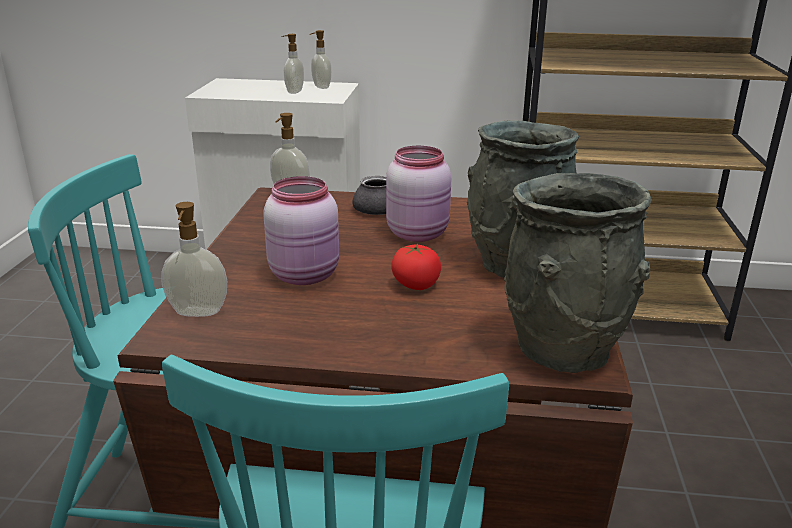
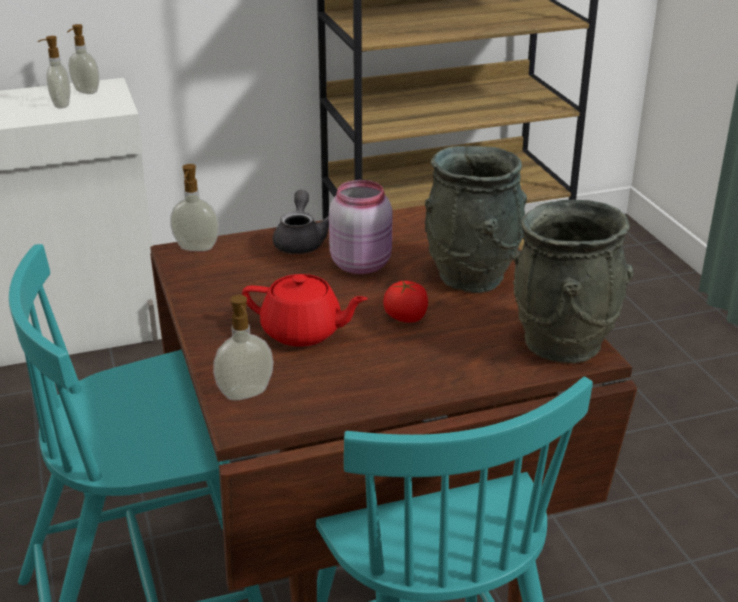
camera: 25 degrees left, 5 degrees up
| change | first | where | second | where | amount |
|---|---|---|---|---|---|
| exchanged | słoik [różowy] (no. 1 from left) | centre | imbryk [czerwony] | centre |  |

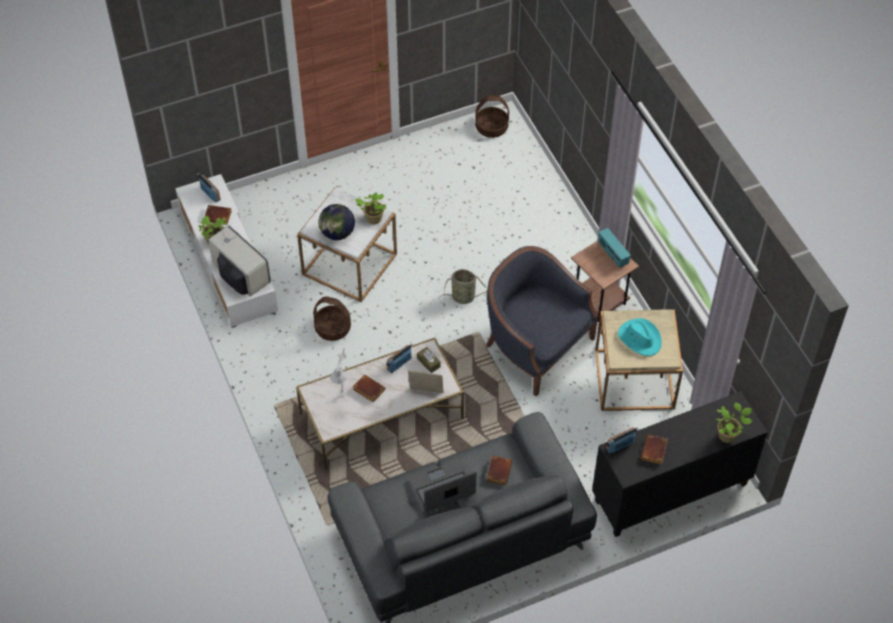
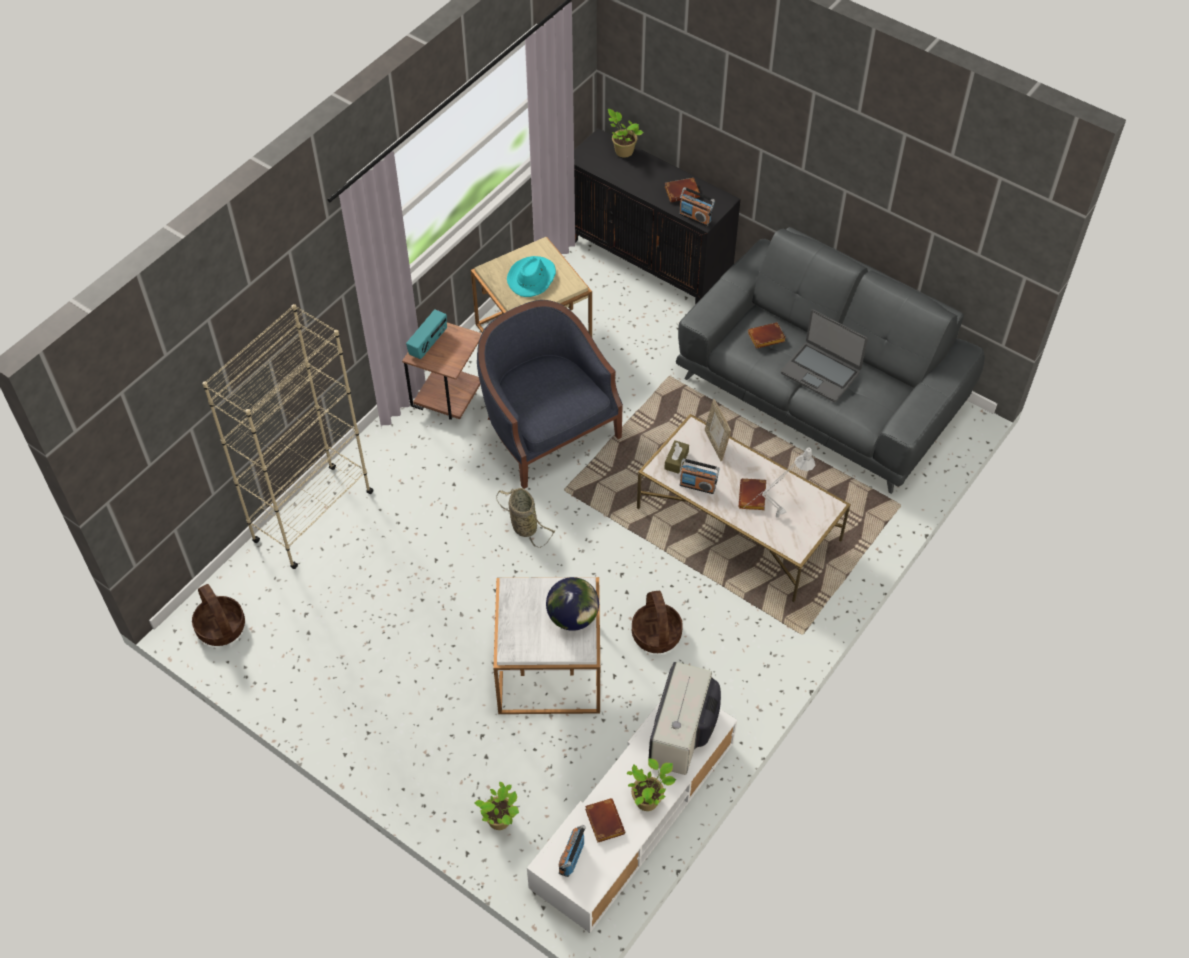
camera: 120 degrees left, 0 degrees up
| change | first | where | second | where | amount |
|---|---|---|---|---|---|
| appeared |  |  | regał [beżowy] | middle left |  |
| relocated | roślina doniczkowa (no. 2 from left in the first image) | centre | roślina doniczkowa (no. 1 from left) | bottom centre |  |
| spun | fotel [niebieski] | centre |  | centre | 135 degrees clockwise |

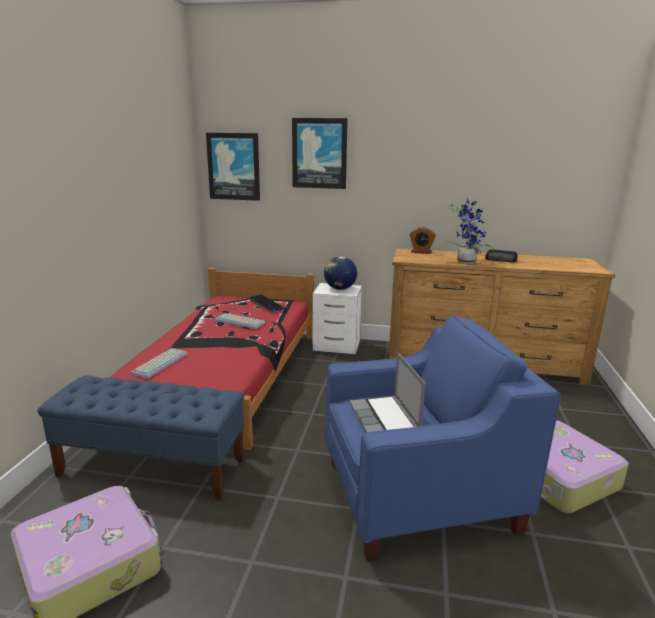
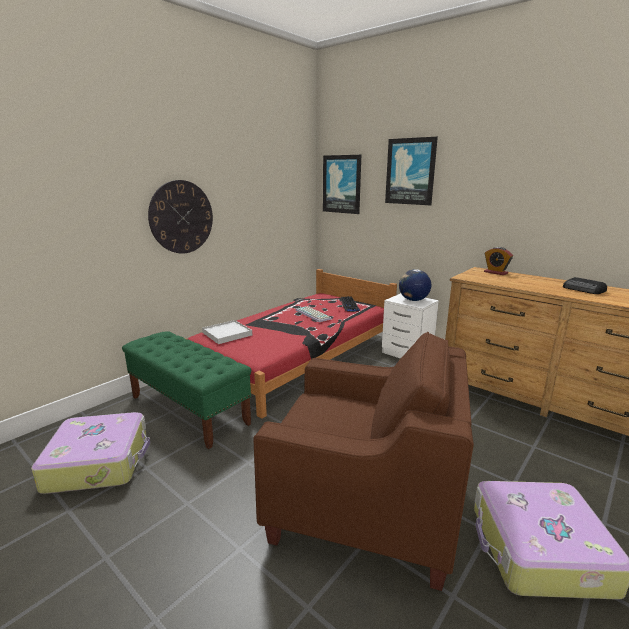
camera: 30 degrees right, 0 degrees up
| change | first | where | second | where | amount |
|---|---|---|---|---|---|
| colour | ławka [niebieski] | bottom left | ławka [zielony] | middle left |  |
| appeared |  |  | zegar ścienny | middle left |  |
| exchanged | klawiatura (no. 1 from left) | middle left | taca [biały] | centre |  |
| colour | fotel [niebieski] | bottom right | fotel [brązowy] | bottom centre |  |
| missing | laptop | centre |  |  |  |
| missing | roślina doniczkowa | middle right |  |  |  |

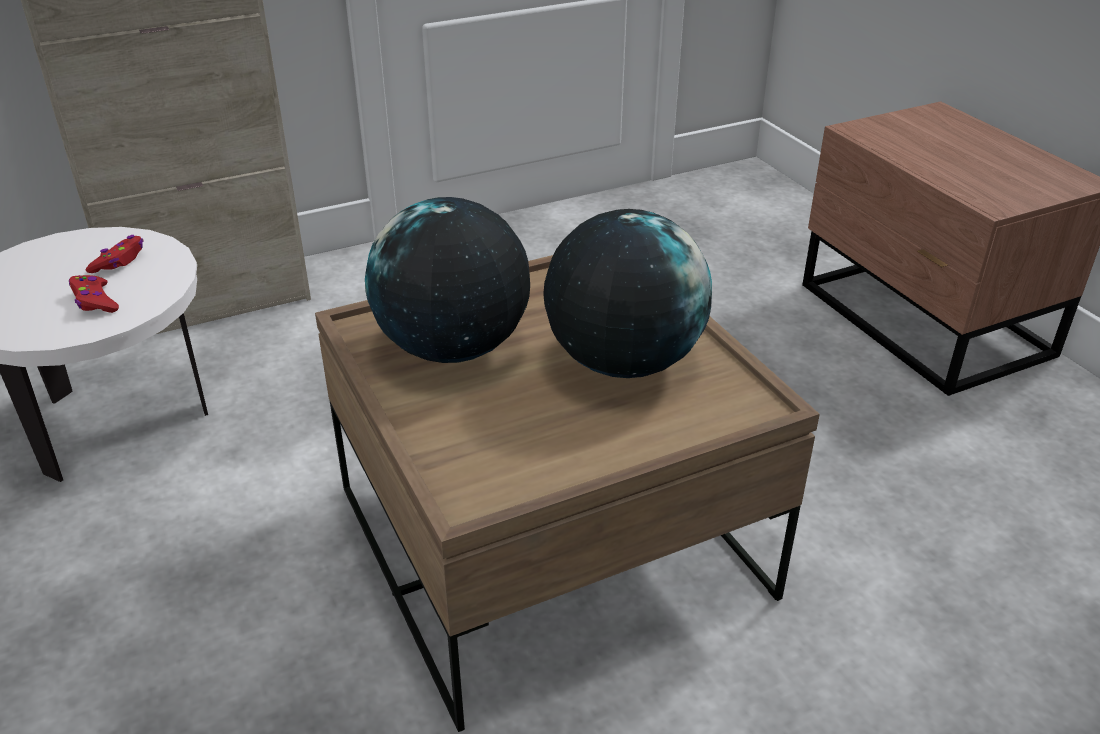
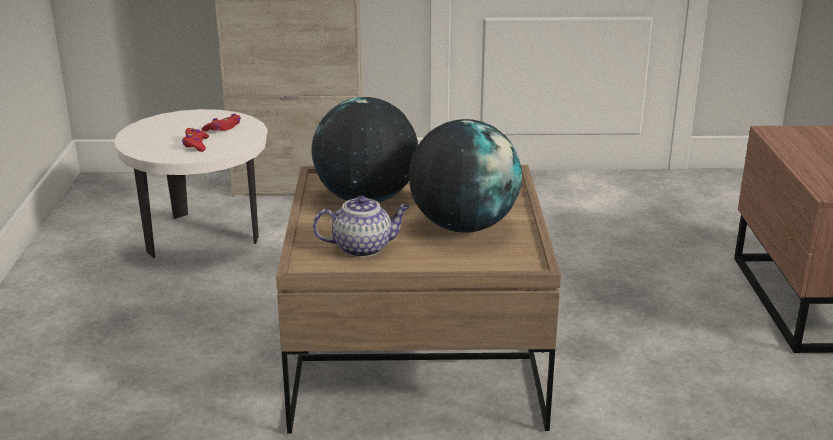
camera: 25 degrees right, 10 degrees down
| change | first | where | second | where | amount |
|---|---|---|---|---|---|
| appeared |  |  | imbryk | centre |  |

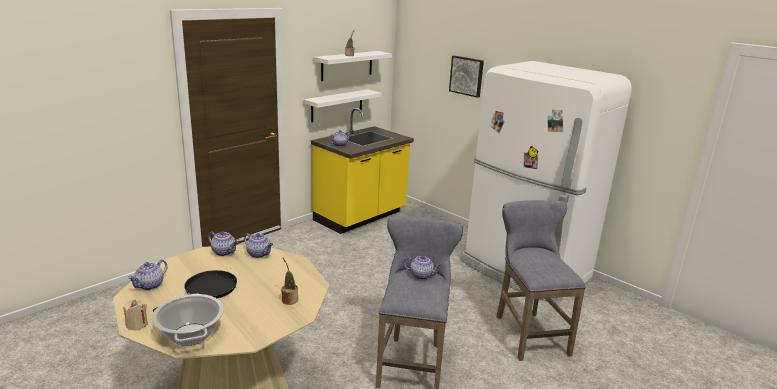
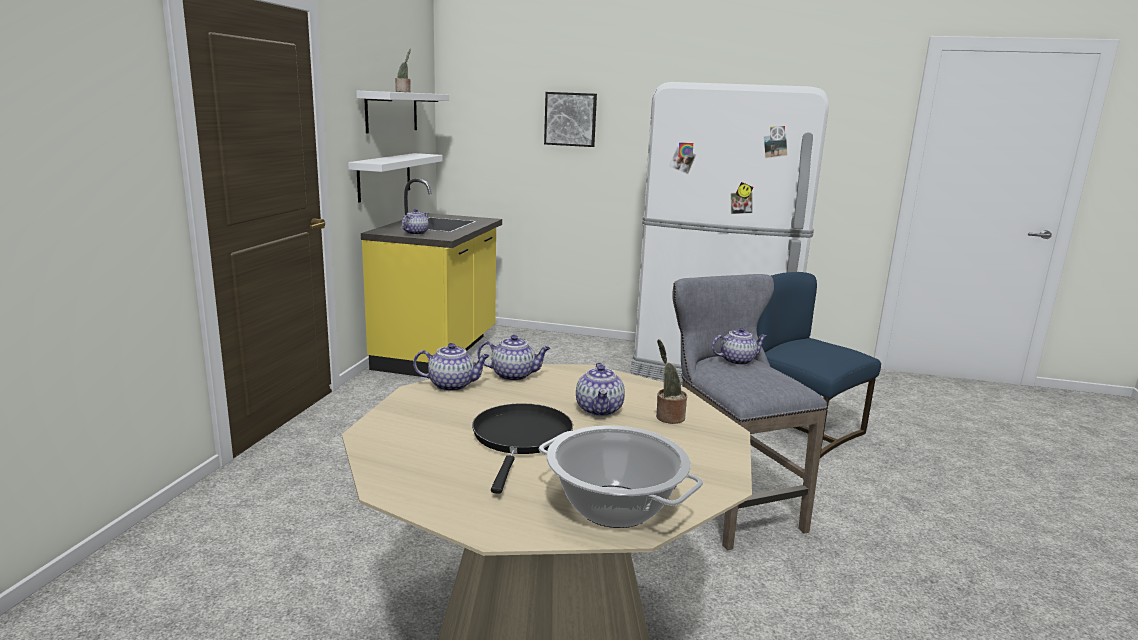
camera: 30 degrees left, 5 degrees down
| change | first | where | second | where | amount |
|---|---|---|---|---|---|
| relocated | imbryk (no. 1 from left in the first image) | bottom left | imbryk (no. 4 from left) | centre |  |
| exchanged | stołek [szary] (no. 2 from left) | bottom right | krzesło [niebieski] | middle right |  |
| missing | świeca [beżowy] | bottom left |  |  |  |

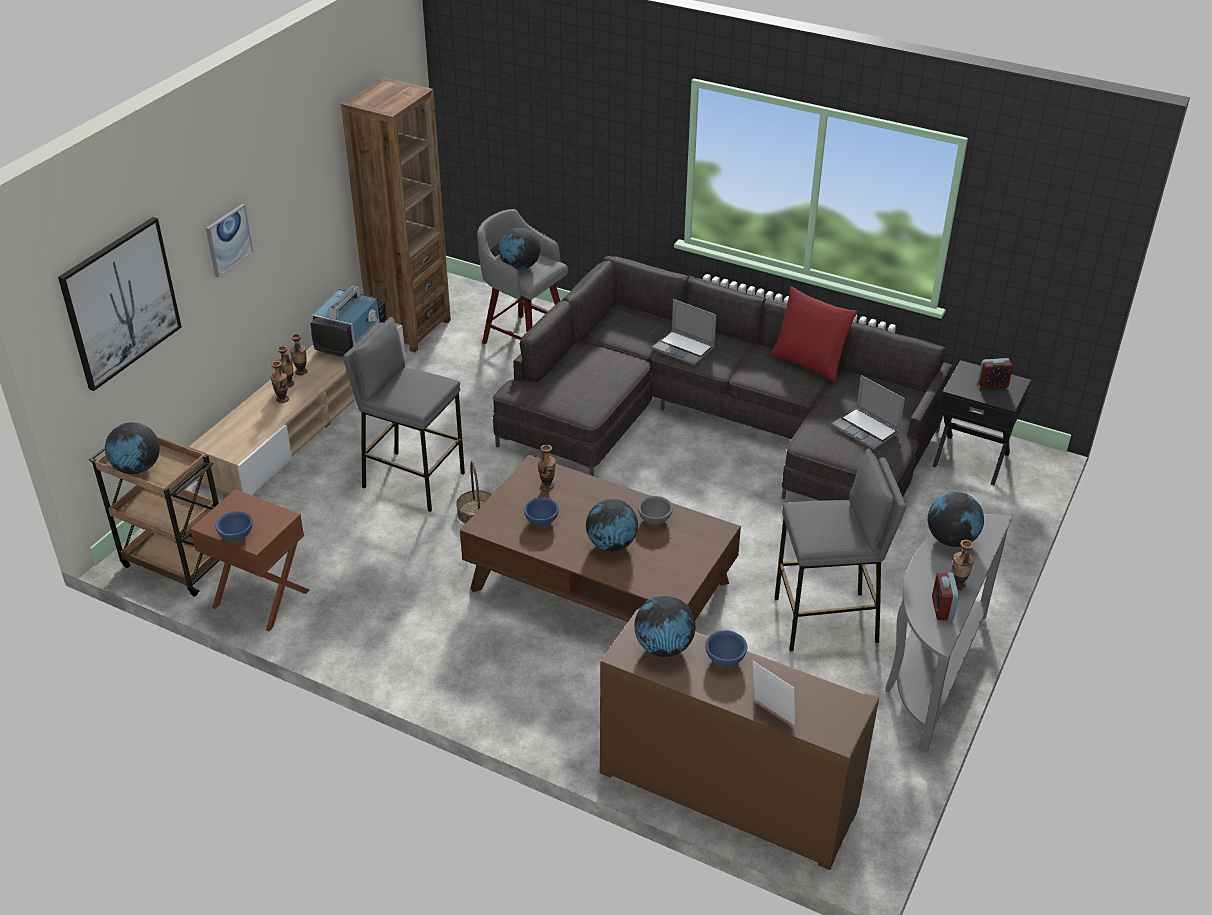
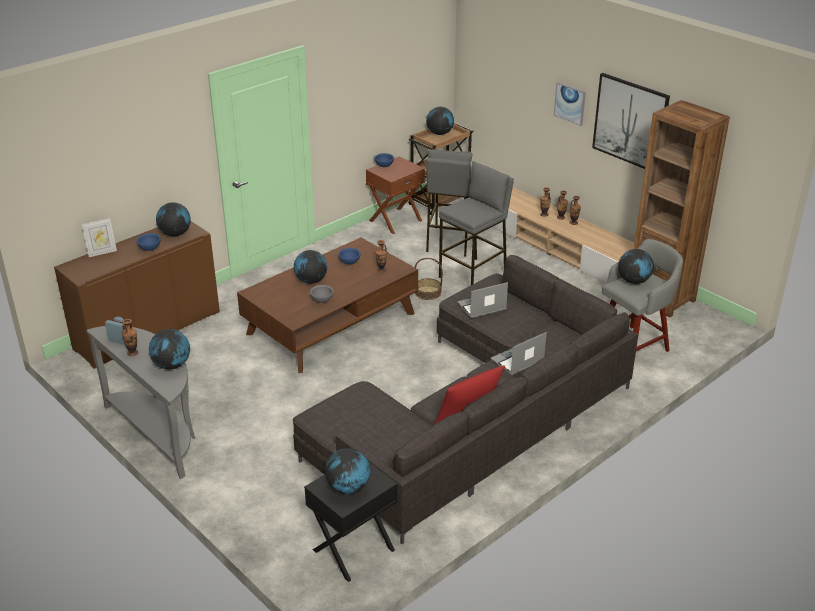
camera: 110 degrees right, 5 degrees down
| change | first | where | second | where | amount |
|---|---|---|---|---|---|
| exchanged | budzik (no. 2 from left) | middle right | globus (no. 4 from left) | bottom centre |  |
| relocated | stołek [szary] (no. 3 from left in the first image) | middle right | stołek [szary] (no. 1 from left) | top centre |  |
| relocated | laptop (no. 2 from left in the first image) | middle right | laptop (no. 1 from left) | centre |  |
| relocated | obraz (no. 1 from left in the first image) | top left | obraz (no. 2 from left) | top right |  |
| missing | telewizor | middle left |  |  |  |

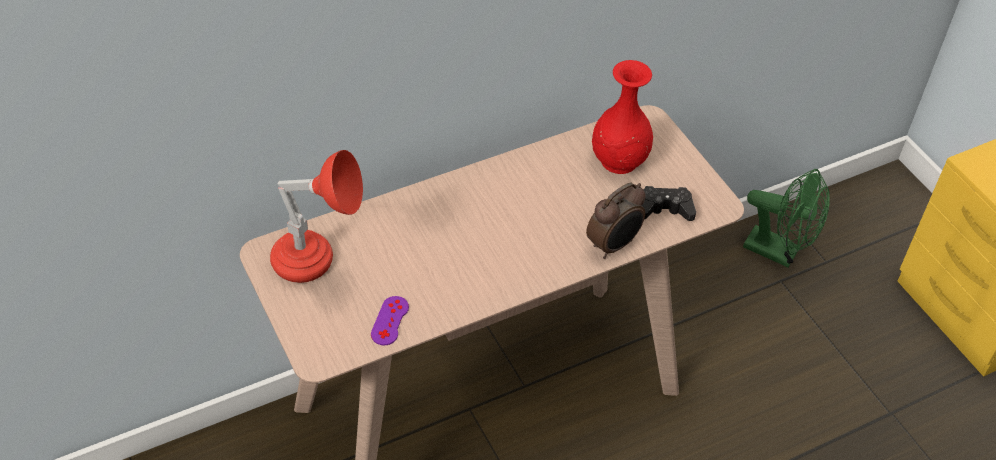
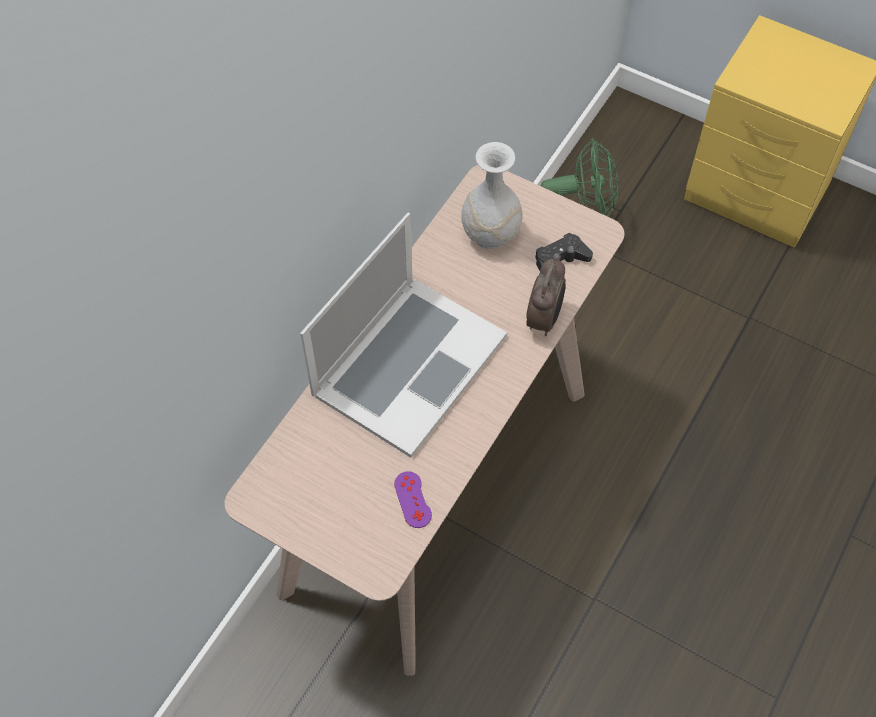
camera: 30 degrees left, 10 degrees up
| change | first | where | second | where | amount |
|---|---|---|---|---|---|
| appeared |  |  | laptop | centre |  |
| colour | wazon [czerwony] | top centre | wazon [biały] | top centre |  |
| missing | lampa stołowa [czerwony] | middle left |  |  |  |

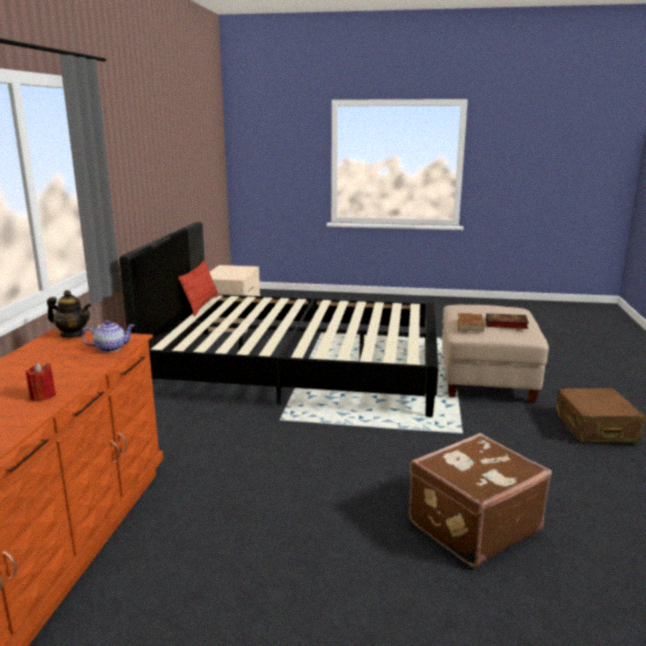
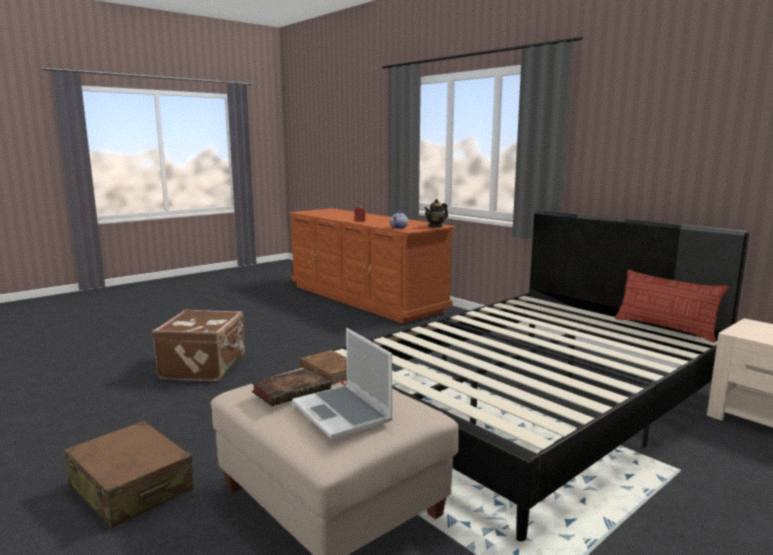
camera: 130 degrees right, 5 degrees down
| change | first | where | second | where | amount |
|---|---|---|---|---|---|
| appeared |  |  | laptop | bottom centre |  |

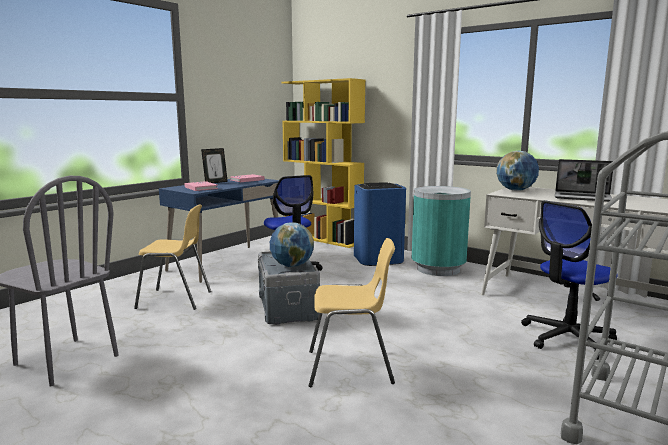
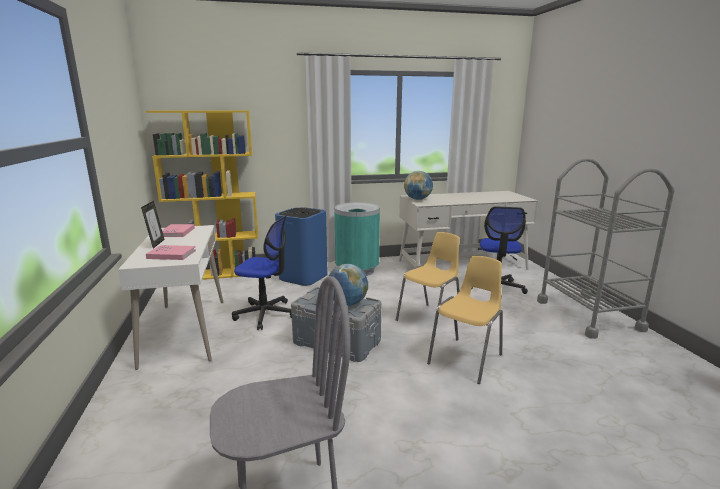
camera: 50 degrees left, 5 degrees up
| change | first | where | second | where | amount |
|---|---|---|---|---|---|
| colour | biurko [niebieski] | middle left | biurko [biały] (no. 1 from left) | middle left |  |
| relocated | krzesło [żółty] (no. 1 from left) | middle left |  | centre |  |
| missing | laptop | middle right |  |  |  |

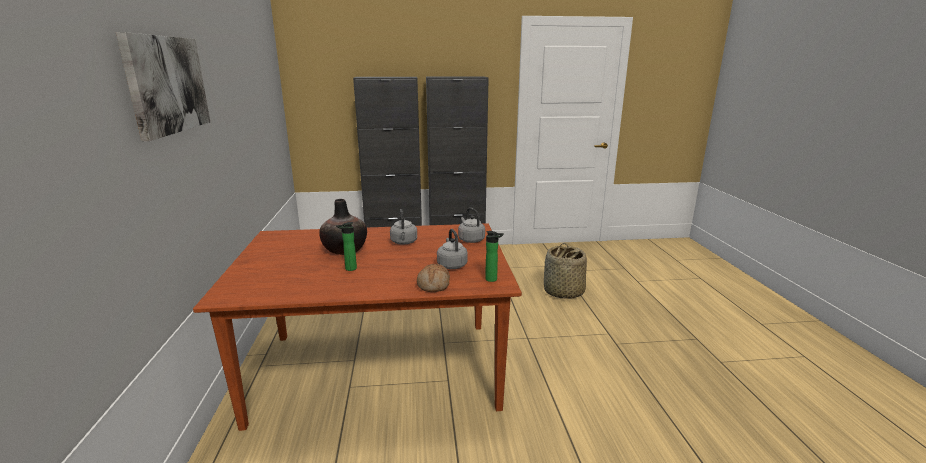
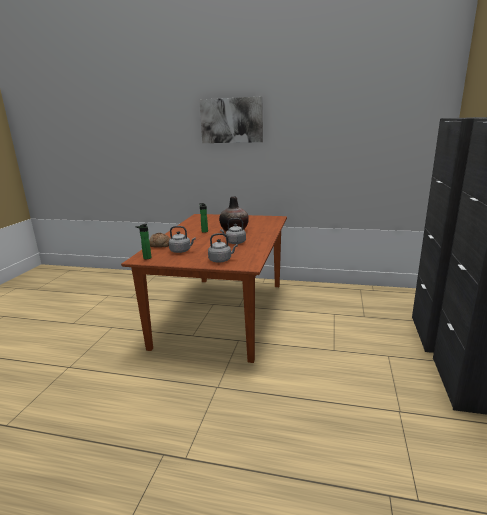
camera: 110 degrees right, 0 degrees up
| change | first | where | second | where | amount |
|---|---|---|---|---|---|
| missing | koszyk | centre |  |  |  |

